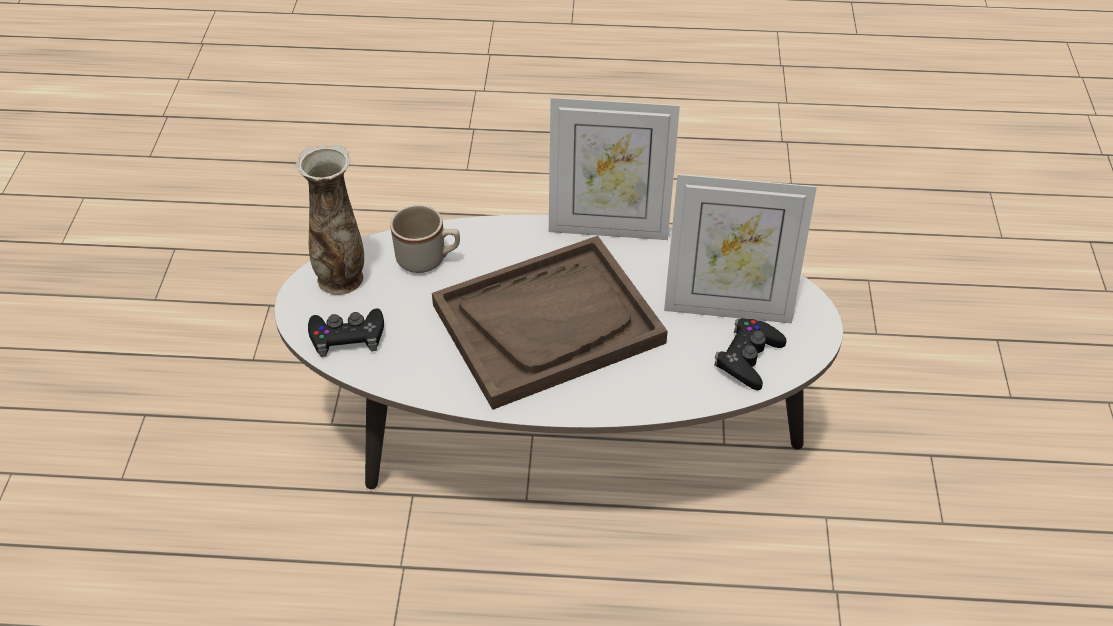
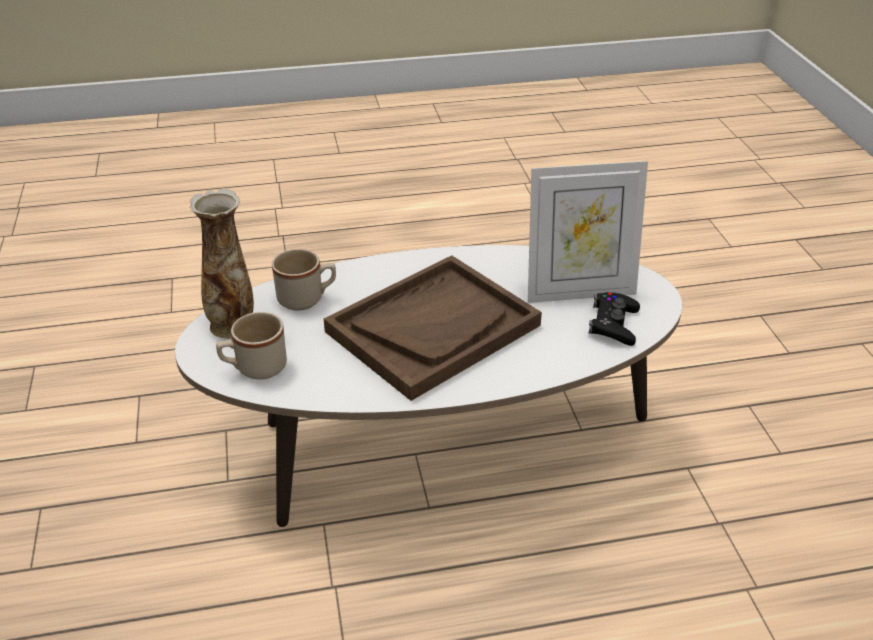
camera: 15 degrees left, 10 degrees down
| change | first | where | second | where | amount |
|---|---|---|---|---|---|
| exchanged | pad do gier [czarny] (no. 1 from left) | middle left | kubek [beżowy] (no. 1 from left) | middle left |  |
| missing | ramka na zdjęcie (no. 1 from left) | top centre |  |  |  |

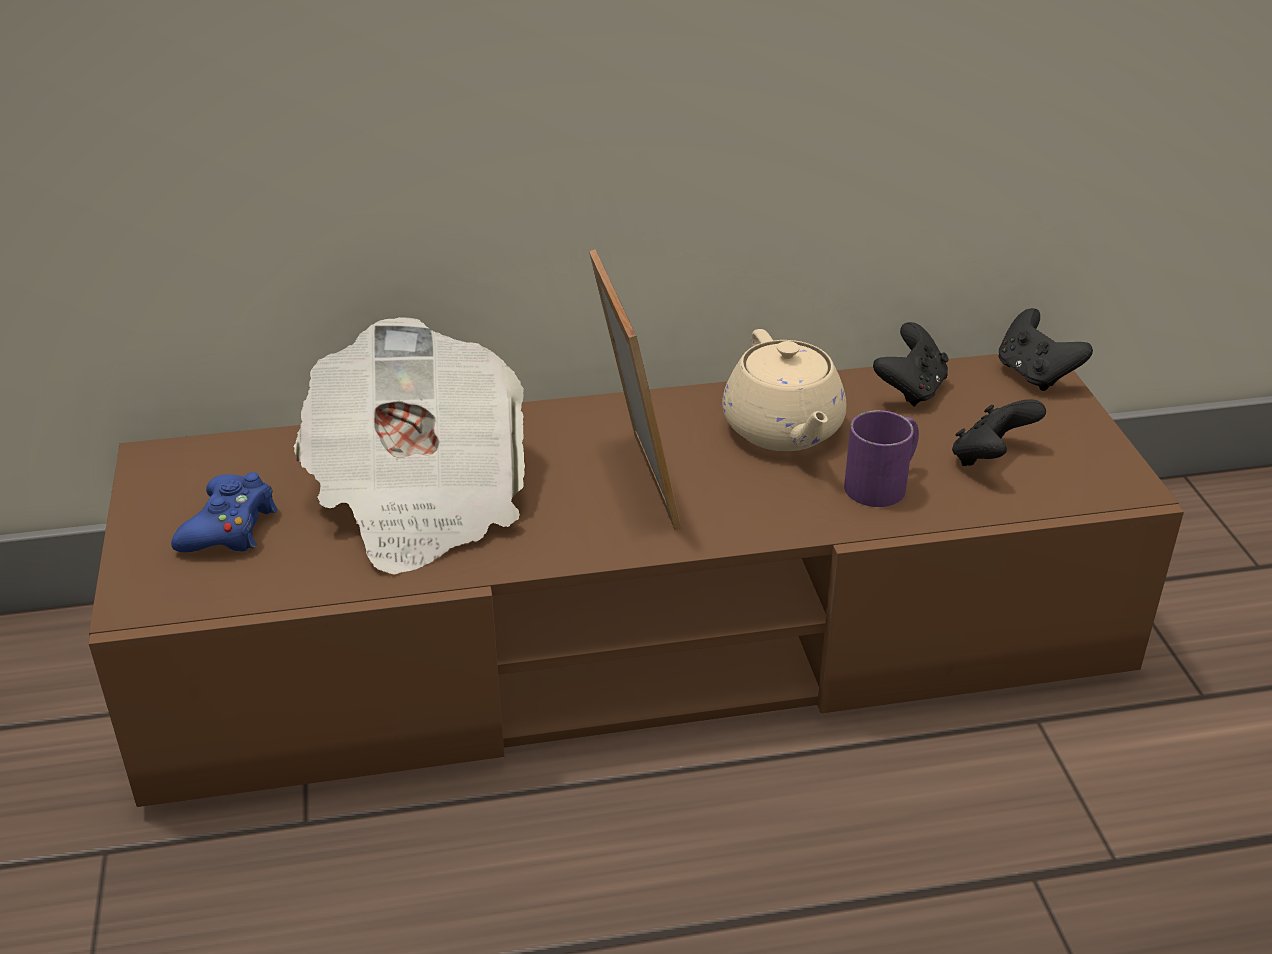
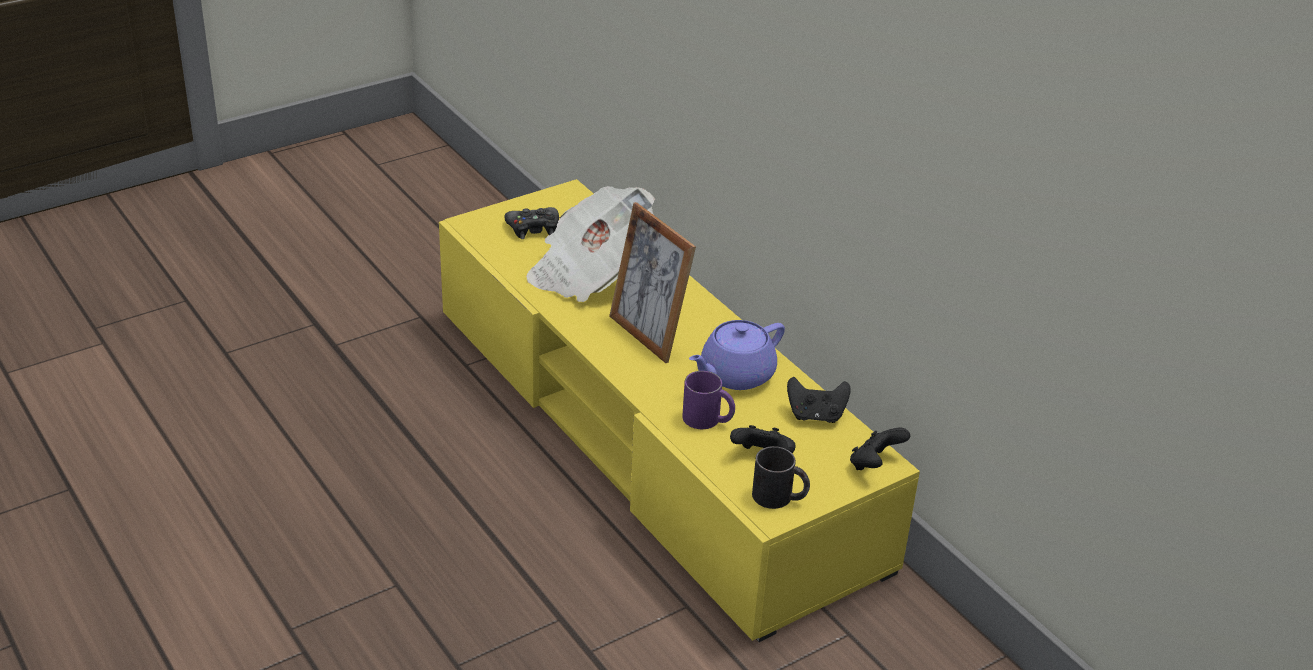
camera: 65 degrees right, 0 degrees up
| change | first | where | second | where | amount |
|---|---|---|---|---|---|
| colour | szafka pod telewizor [brązowy] | centre | szafka pod telewizor [żółty] | centre |  |
| colour | pad do gier [niebieski] | middle left | pad do gier [czarny] (no. 1 from left) | top centre |  |
| spun | ramka na zdjęcie | centre |  | centre | 90 degrees clockwise |
| colour | imbryk [beżowy] | centre | imbryk [fioletowy] | centre |  |
| appeared |  |  | kubek [czarny] | bottom centre |  |

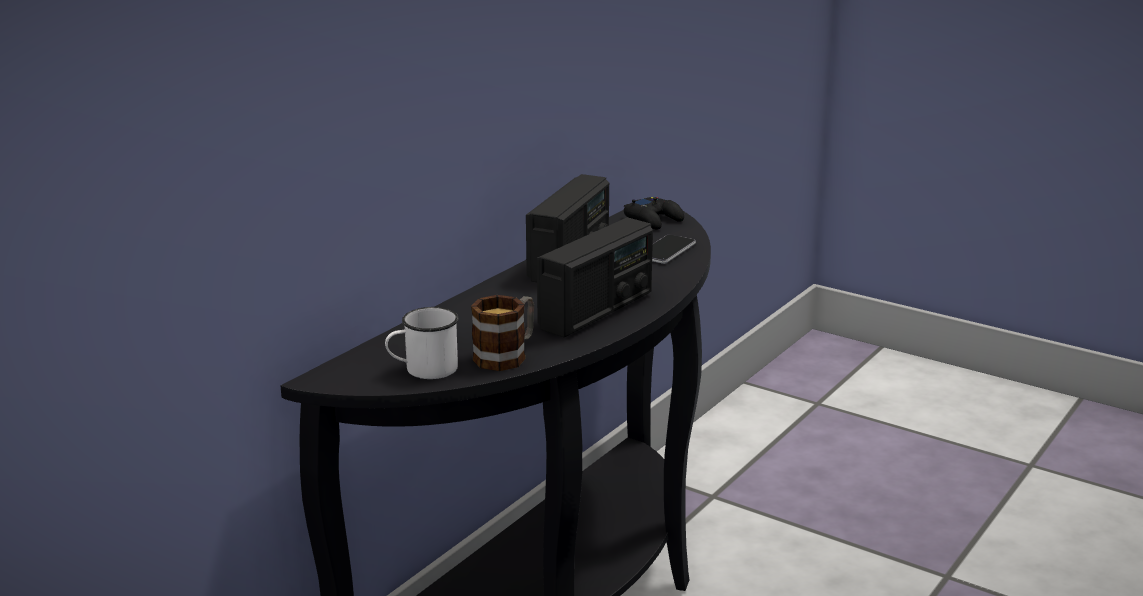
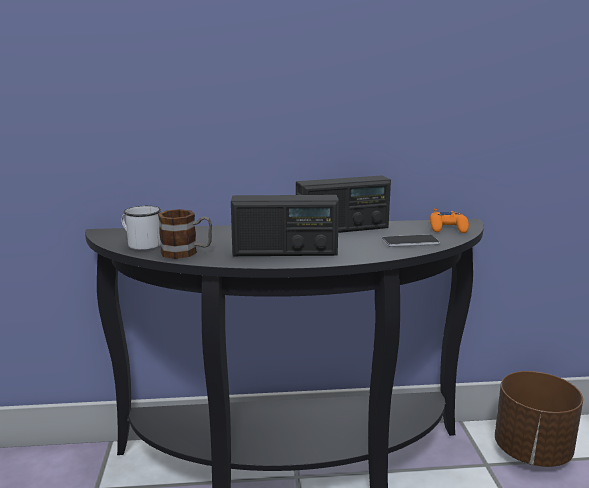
camera: 50 degrees right, 5 degrees down
| change | first | where | second | where | amount |
|---|---|---|---|---|---|
| colour | pad do gier [czarny] | centre | pad do gier [pomarańczowy] | middle right |  |
| appeared |  |  | donica [brązowy] | bottom right |  |

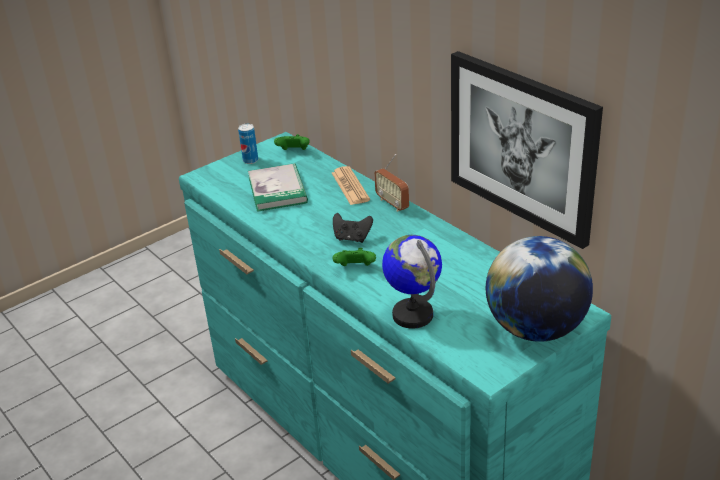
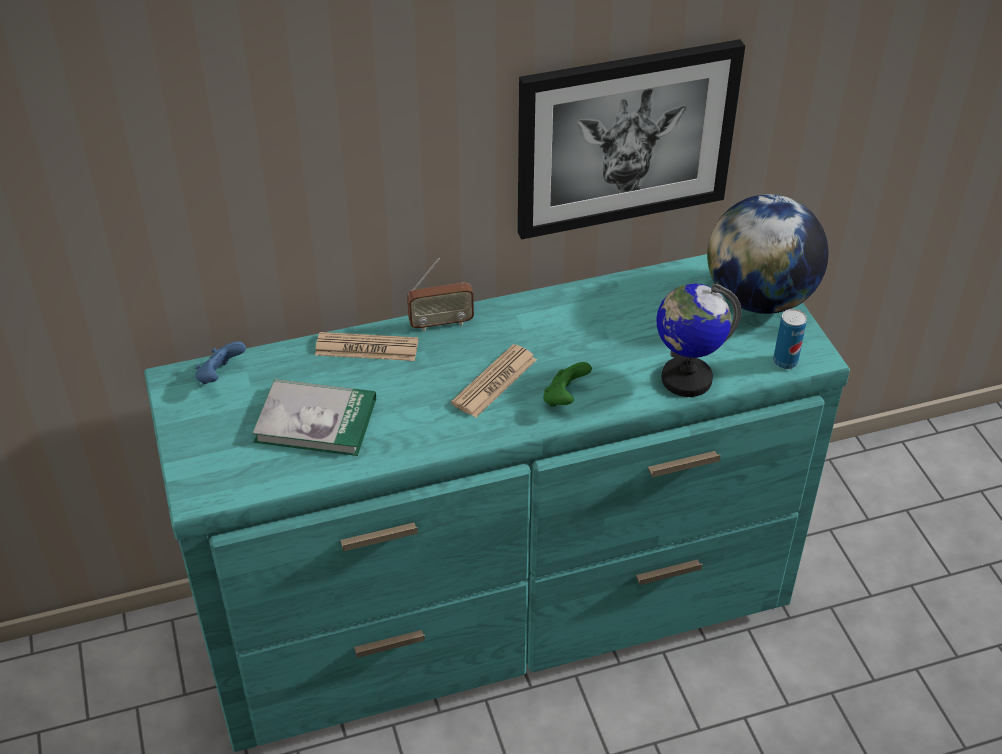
camera: 70 degrees left, 10 degrees up
| change | first | where | second | where | amount |
|---|---|---|---|---|---|
| colour | pad do gier [zielony] (no. 1 from left) | top centre | pad do gier [niebieski] | middle left |  |
| exchanged | pad do gier [czarny] | centre | gazeta (no. 2 from left) | centre |  |
| relocated | puszka | top centre |  | middle right |  |

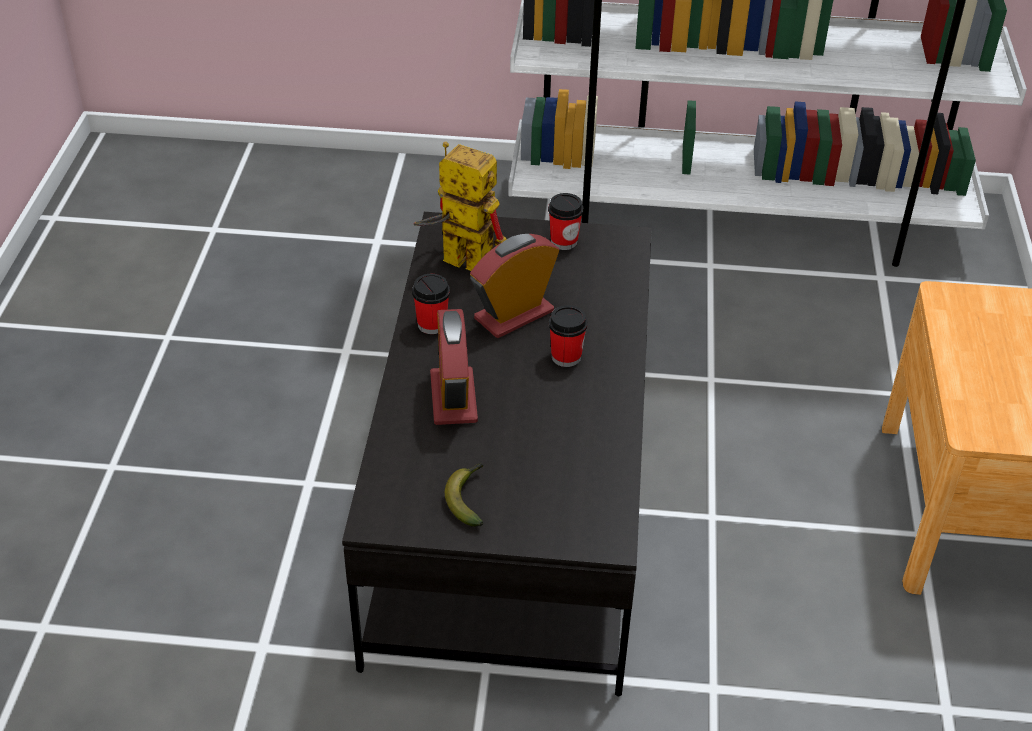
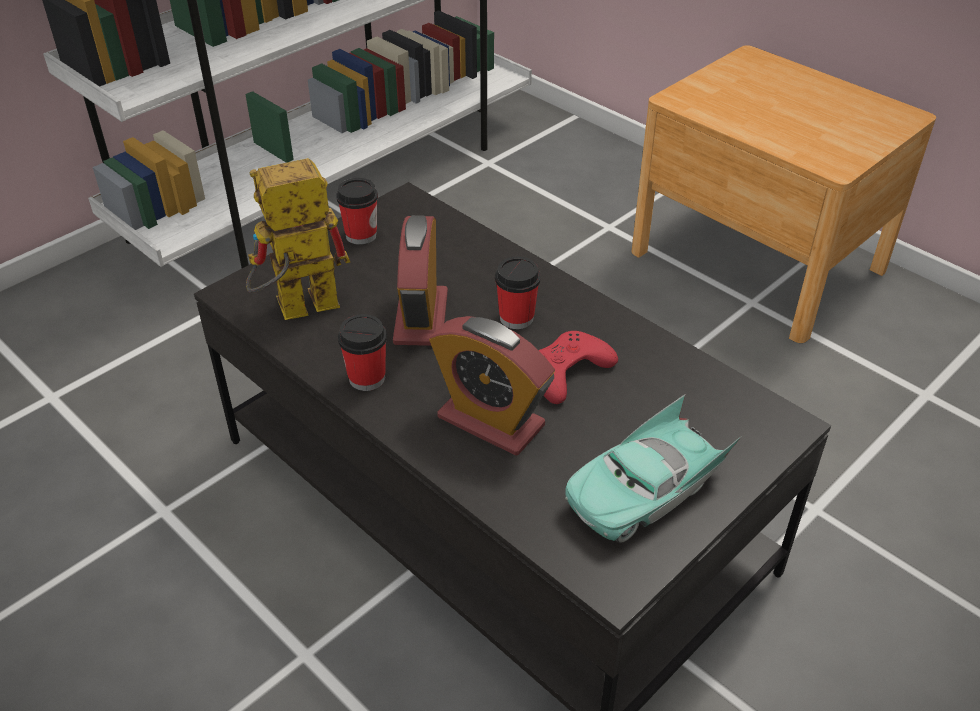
camera: 50 degrees left, 0 degrees up
| change | first | where | second | where | amount |
|---|---|---|---|---|---|
| appeared |  |  | pad do gier [czerwony] | centre |  |
| exchanged | banan | bottom centre | samochodzik [turkusowy] | centre |  |

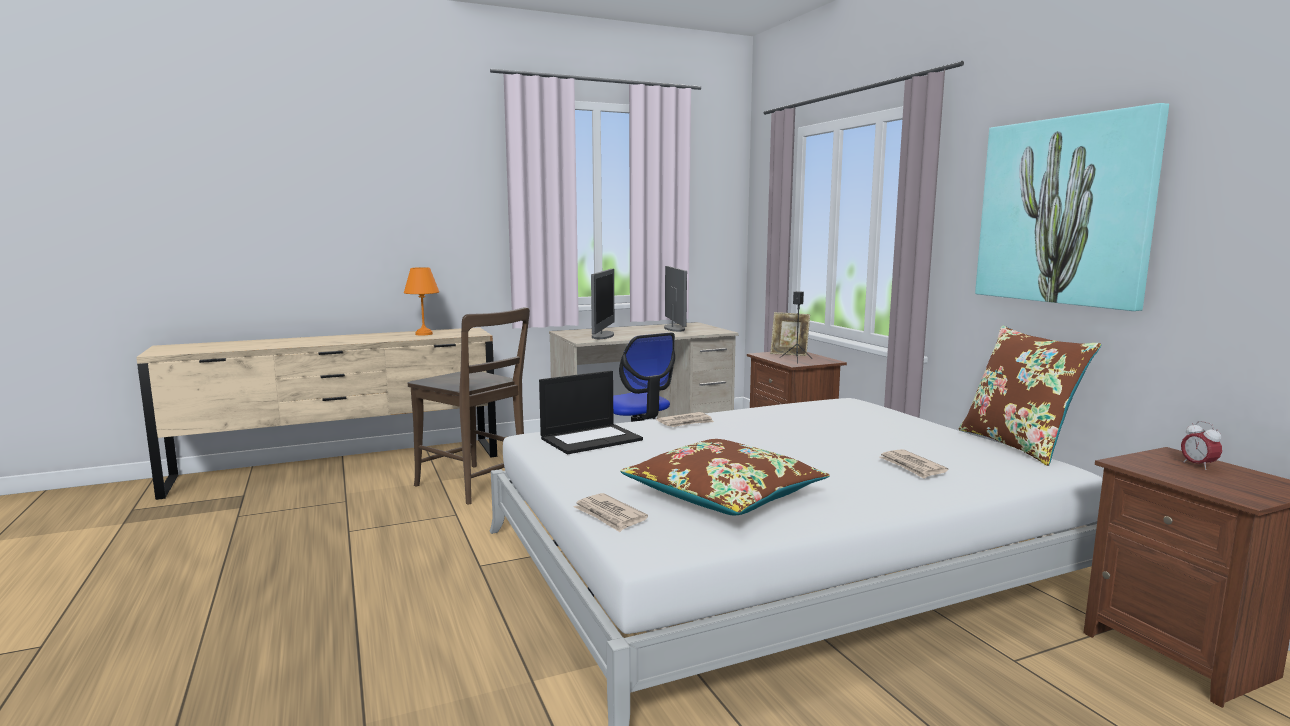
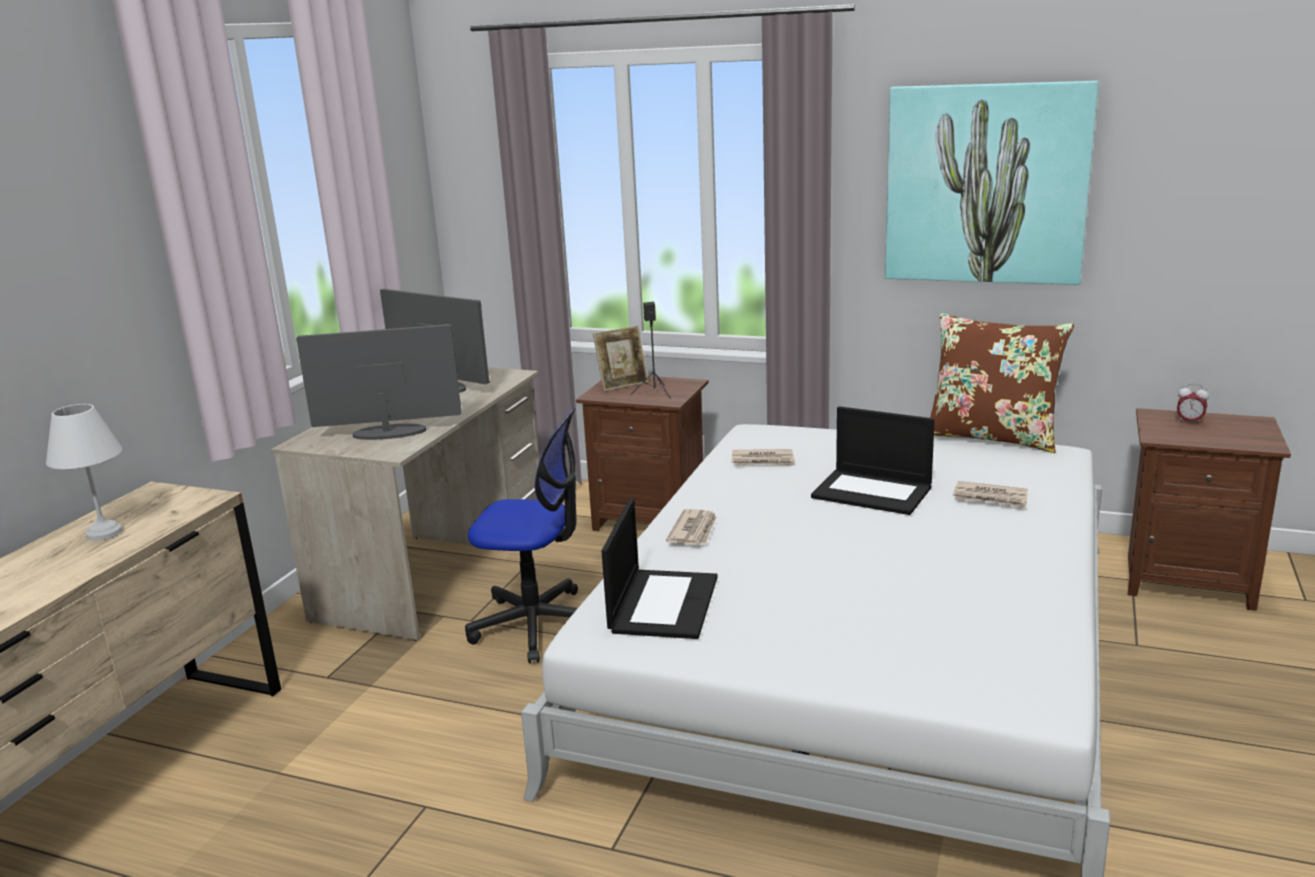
camera: 45 degrees left, 10 degrees up
| change | first | where | second | where | amount |
|---|---|---|---|---|---|
| colour | lampa stołowa [pomarańczowy] | middle left | lampa stołowa [biały] | middle left |  |
| spun | monitor (no. 1 from left) | centre |  | middle left | 60 degrees counterclockwise |
| relocated | gazeta (no. 1 from left in the first image) | bottom centre | gazeta (no. 2 from left) | centre |  |
| appeared |  |  | laptop (no. 2 from left) | centre |  |
| missing | krzesło [brązowy] | centre |  |  |  |
| missing | poduszka [brązowy] (no. 1 from left) | centre |  |  |  |

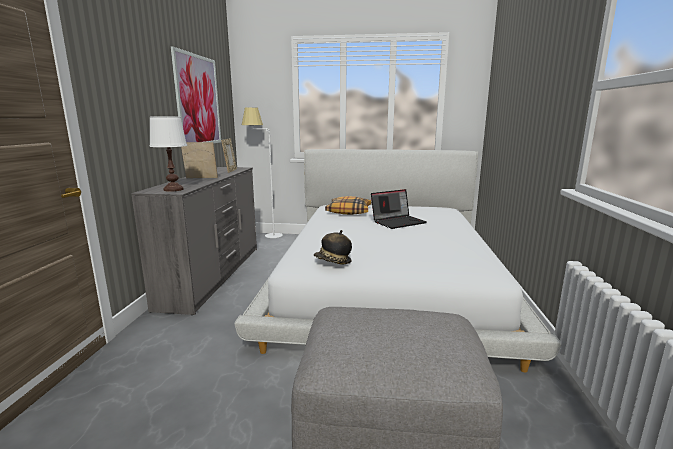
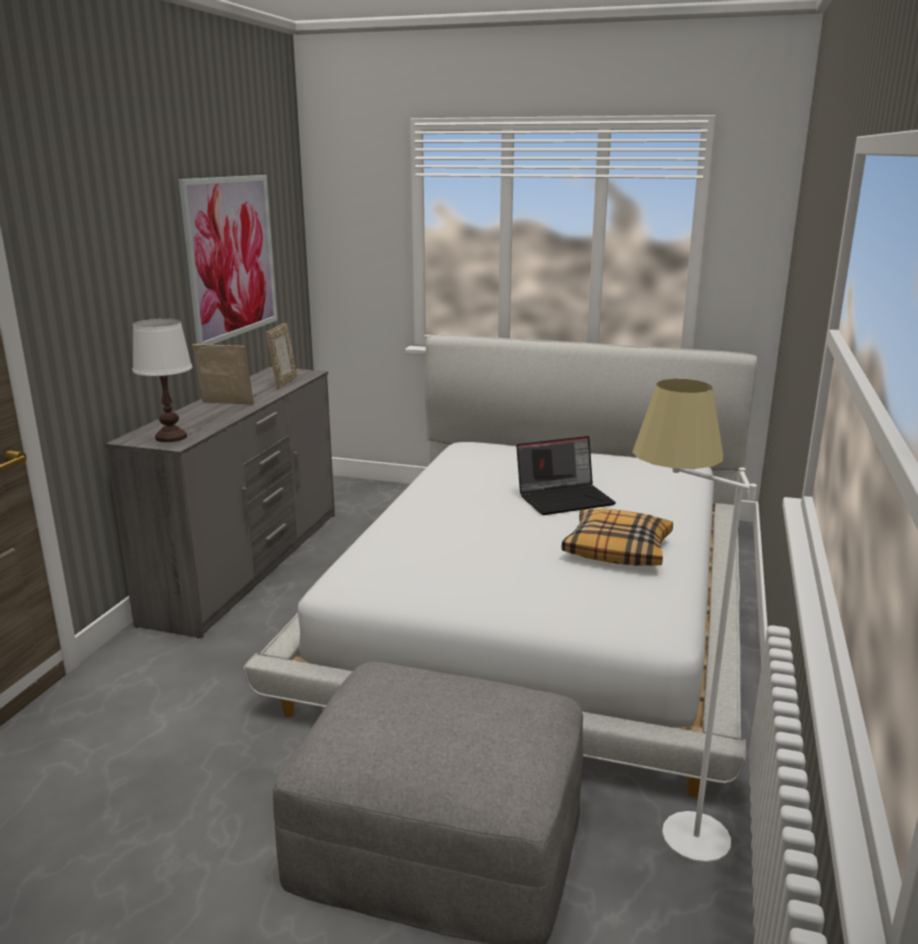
camera: 10 degrees right, 5 degrees up
| change | first | where | second | where | amount |
|---|---|---|---|---|---|
| relocated | poduszka | centre |  | middle right |  |
| relocated | lampa stojąca [biały] | centre |  | middle right |  |
| missing | kapelusz | centre |  |  |  |

